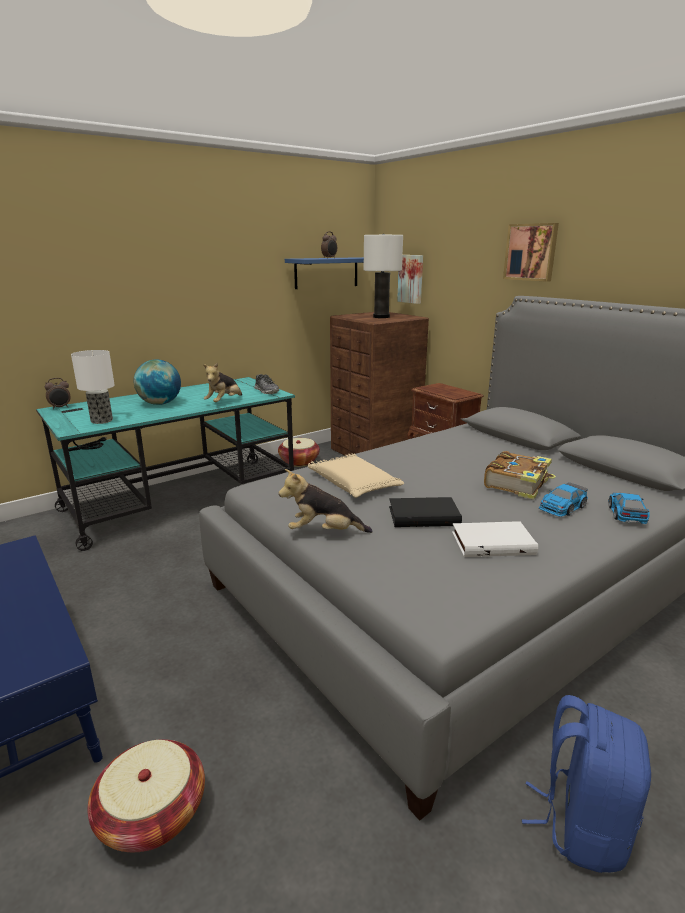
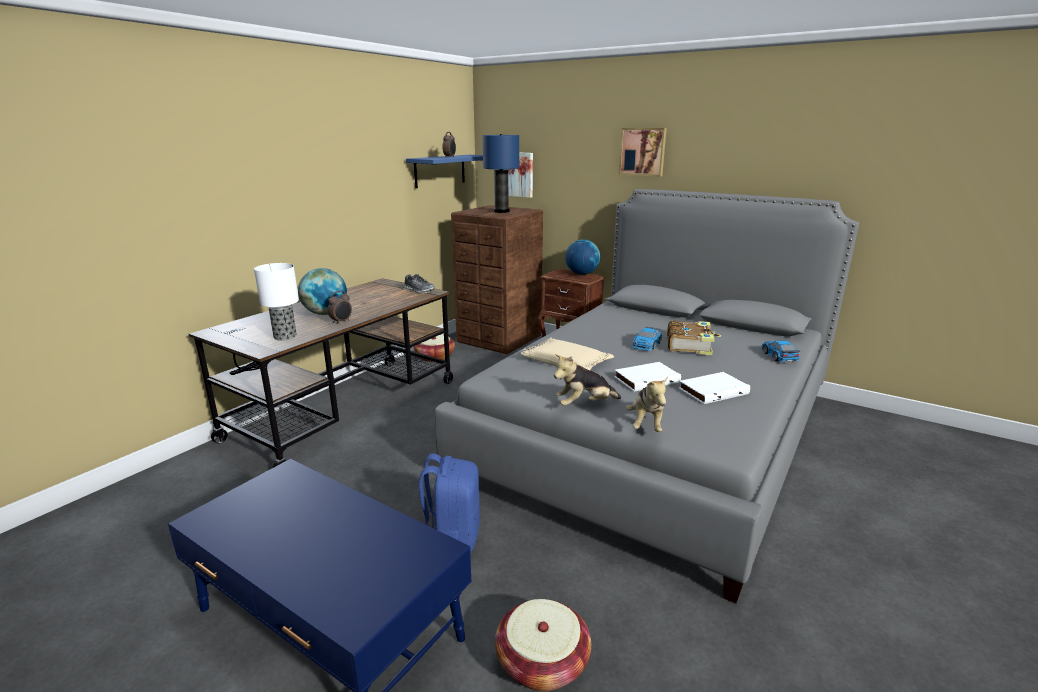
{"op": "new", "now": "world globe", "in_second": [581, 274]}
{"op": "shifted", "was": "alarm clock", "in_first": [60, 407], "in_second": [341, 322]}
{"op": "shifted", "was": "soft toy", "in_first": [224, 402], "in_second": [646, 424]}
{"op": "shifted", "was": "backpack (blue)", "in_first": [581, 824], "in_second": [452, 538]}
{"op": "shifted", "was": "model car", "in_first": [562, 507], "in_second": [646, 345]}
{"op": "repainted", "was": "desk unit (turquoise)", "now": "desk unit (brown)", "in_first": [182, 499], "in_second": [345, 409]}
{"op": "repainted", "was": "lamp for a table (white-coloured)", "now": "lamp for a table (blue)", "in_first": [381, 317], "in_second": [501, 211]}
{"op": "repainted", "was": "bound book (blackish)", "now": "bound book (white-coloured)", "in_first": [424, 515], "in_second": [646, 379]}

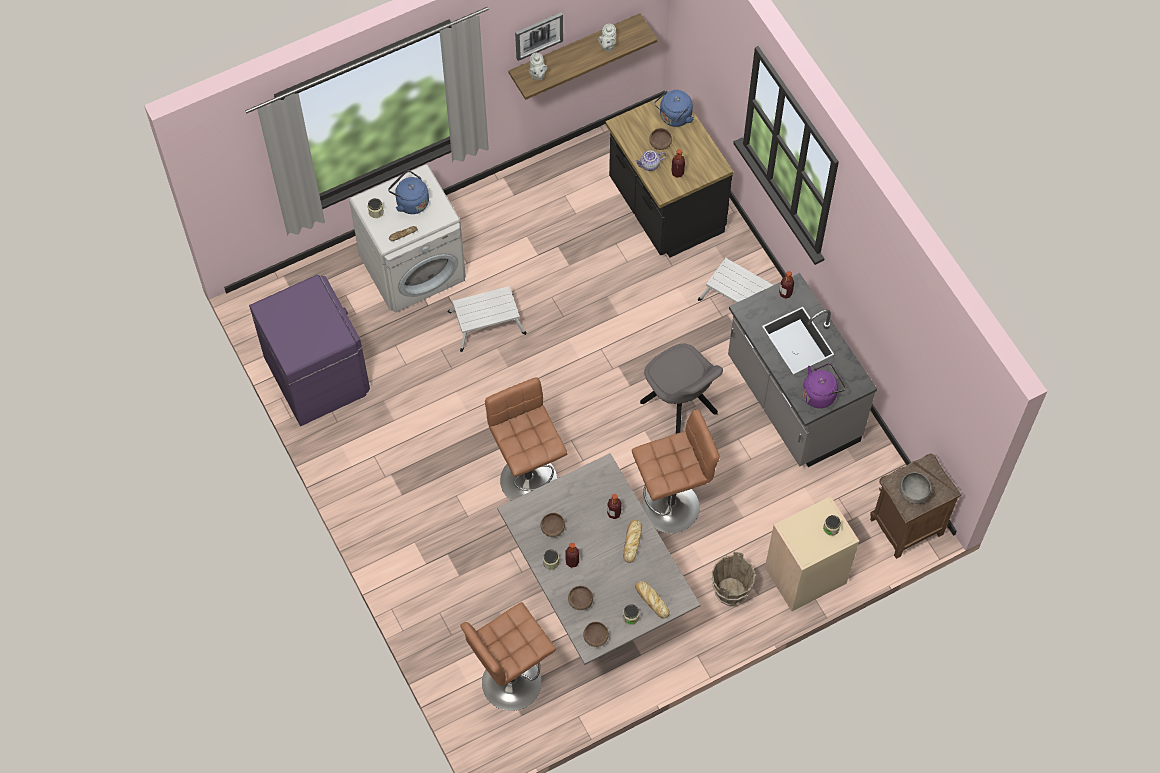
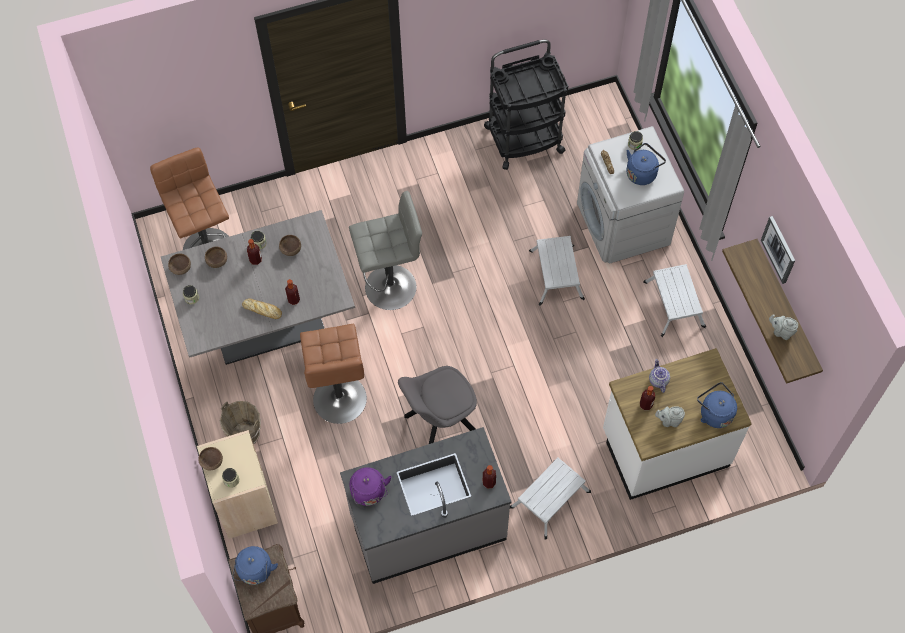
{"op": "gone", "was": "bread", "in_first": [651, 600]}
{"op": "new", "now": "stepladder (white-coloured)", "in_second": [674, 303]}
{"op": "shifted", "was": "tea pot (gray)", "in_first": [537, 75], "in_second": [669, 421]}
{"op": "shifted", "was": "deep dish (brown)", "in_first": [660, 144], "in_second": [211, 462]}
{"op": "swapped", "was": "laundry machine (purple)", "now": "trolley (blackish)", "in_first": [318, 374], "in_second": [524, 140]}
{"op": "swapped", "was": "deep dish (gray)", "now": "tea kettle (blue)", "in_first": [913, 494], "in_second": [255, 572]}
{"op": "repainted", "was": "sitting stool (brown)", "now": "sitting stool (gray)", "in_first": [529, 479], "in_second": [391, 287]}
{"op": "repainted", "was": "kitchen counter (blackish)", "now": "kitchen counter (white-coloured)", "in_first": [664, 208], "in_second": [664, 448]}

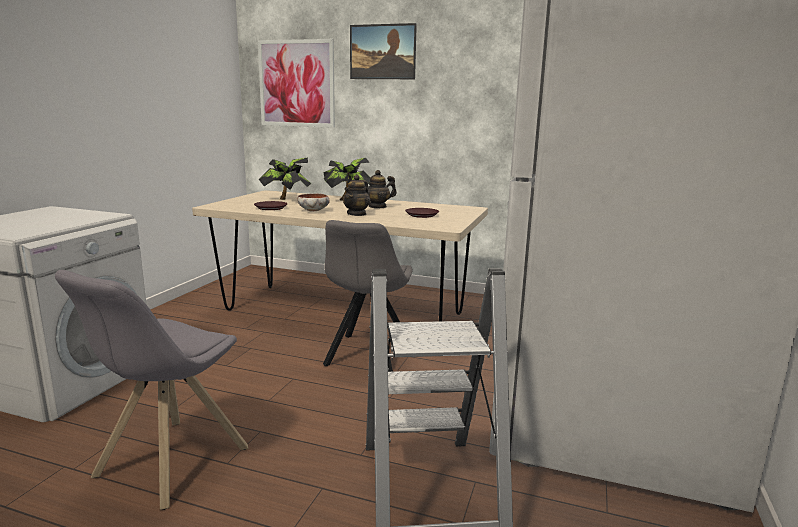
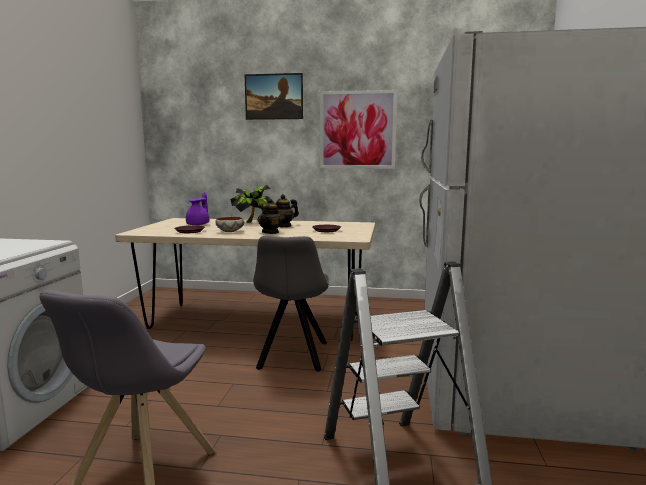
{"op": "shifted", "was": "picture", "in_first": [296, 83], "in_second": [357, 130]}
{"op": "swapped", "was": "potted plant", "now": "tea pot (purple)", "in_first": [286, 200], "in_second": [199, 224]}

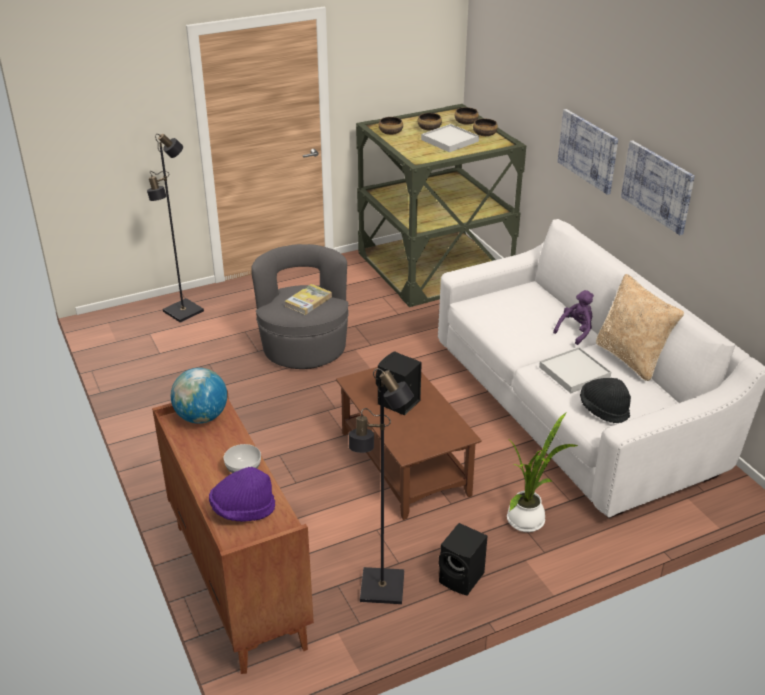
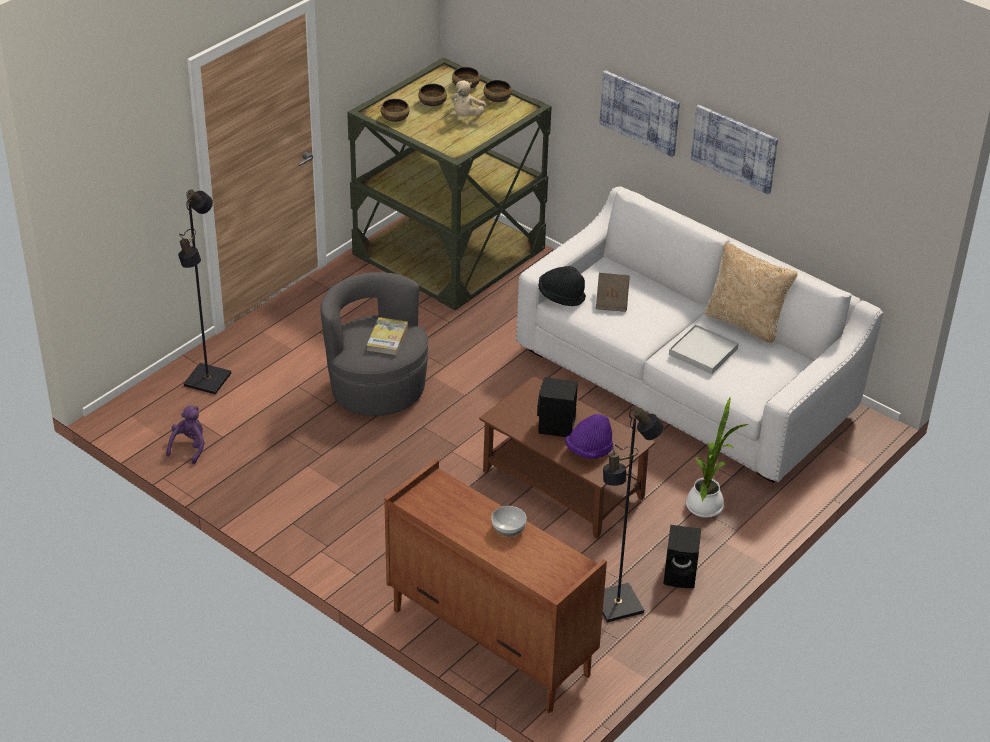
{"op": "gone", "was": "world globe", "in_first": [201, 417]}
{"op": "new", "now": "bound book (brown)", "in_second": [612, 300]}
{"op": "shifted", "was": "hat (purple)", "in_first": [243, 510], "in_second": [589, 450]}
{"op": "shifted", "was": "soft toy (purple)", "in_first": [575, 331], "in_second": [189, 447]}
{"op": "shifted", "was": "hat (blackish)", "in_first": [603, 410], "in_second": [561, 296]}
{"op": "swapped", "was": "serving tray (white-coloured)", "now": "soft toy (sand-coloured)", "in_first": [449, 140], "in_second": [466, 116]}

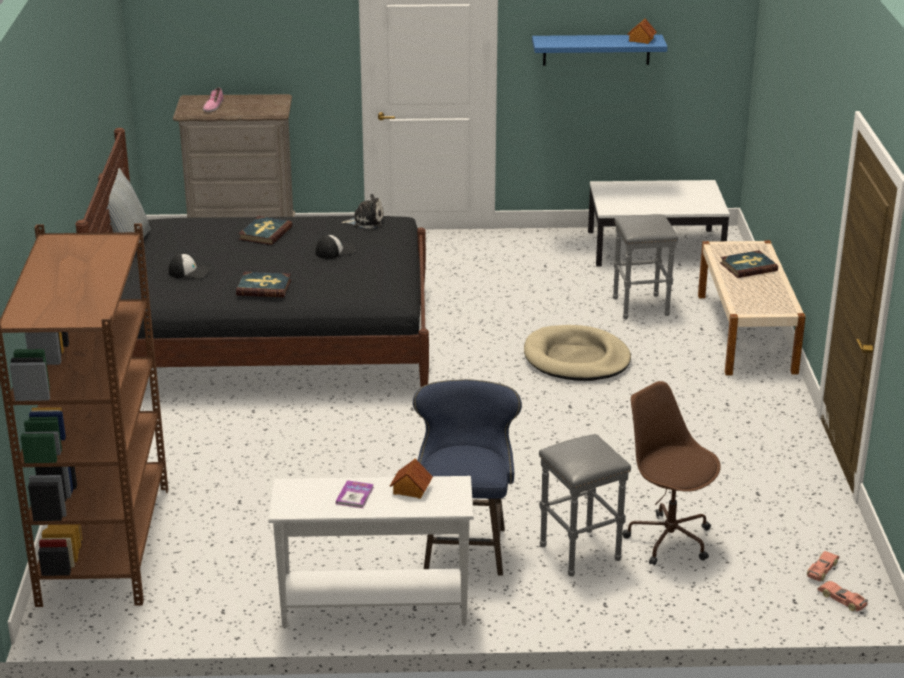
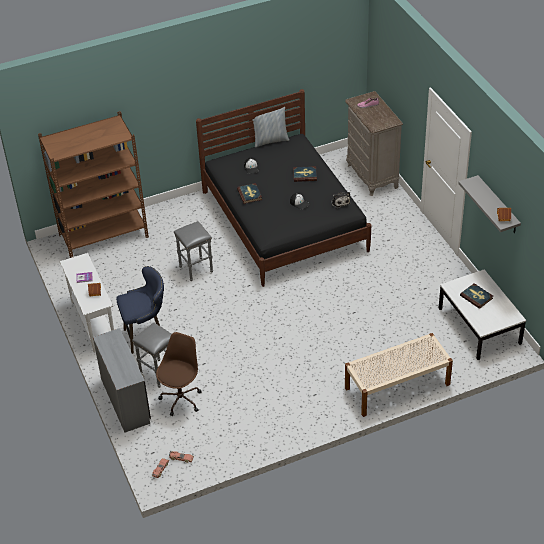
{"op": "gone", "was": "dog bed (sand-coloured)", "in_first": [576, 359]}
{"op": "new", "now": "desk unit (gray)", "in_second": [126, 400]}
{"op": "shifted", "was": "sitting stool (gray)", "in_first": [642, 307], "in_second": [196, 269]}
{"op": "shifted", "was": "bound book", "in_first": [748, 267], "in_second": [476, 297]}
{"op": "repainted", "was": "bracket shelf (blue)", "now": "bracket shelf (gray)", "in_first": [596, 50], "in_second": [498, 205]}

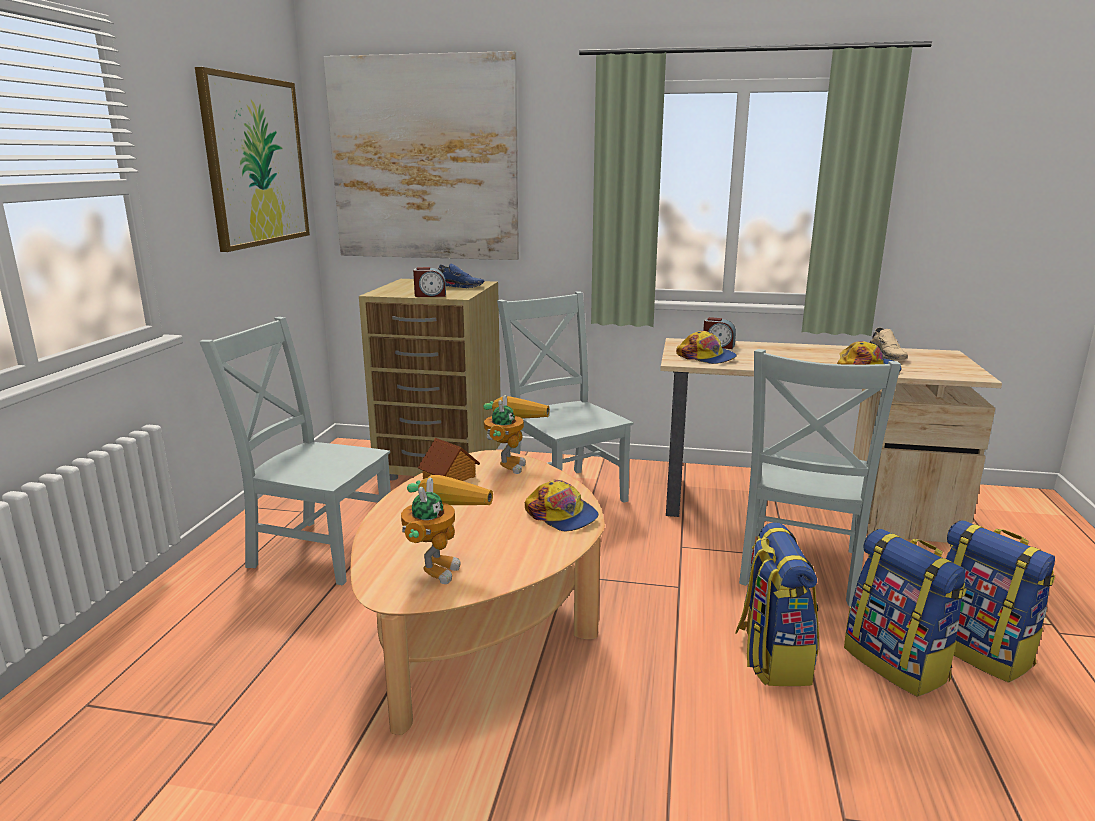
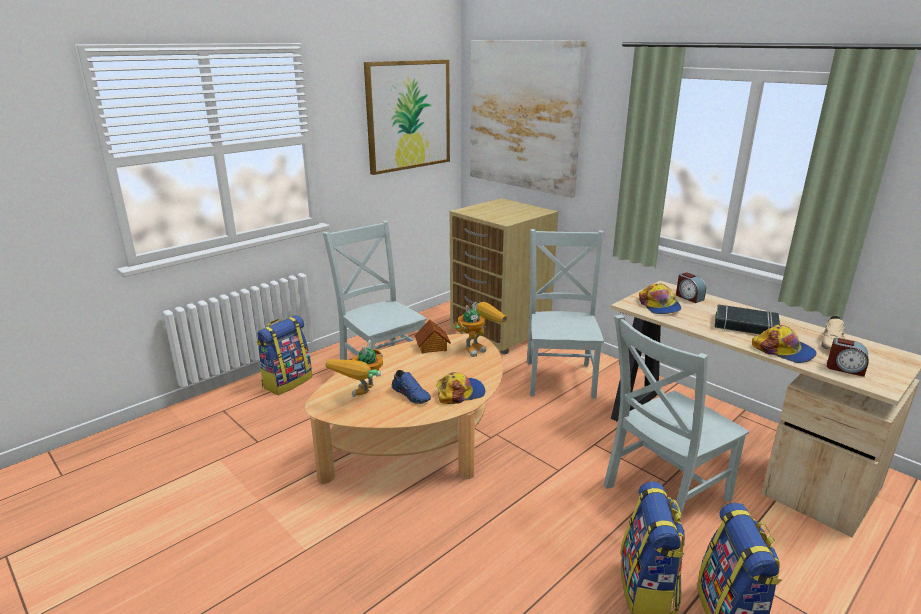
{"op": "new", "now": "bound book (blackish)", "in_second": [745, 325]}
{"op": "shifted", "was": "alarm clock", "in_first": [430, 295], "in_second": [845, 369]}
{"op": "shifted", "was": "shoe (blue)", "in_first": [459, 286], "in_second": [412, 394]}
{"op": "shifted", "was": "backpack", "in_first": [772, 657], "in_second": [287, 382]}
{"op": "rotated", "was": "model robot", "in_first": [441, 564], "in_second": [363, 398], "clockwise": 150}
{"op": "rotated", "was": "baseball cap", "in_first": [561, 515], "in_second": [460, 393], "clockwise": -105}

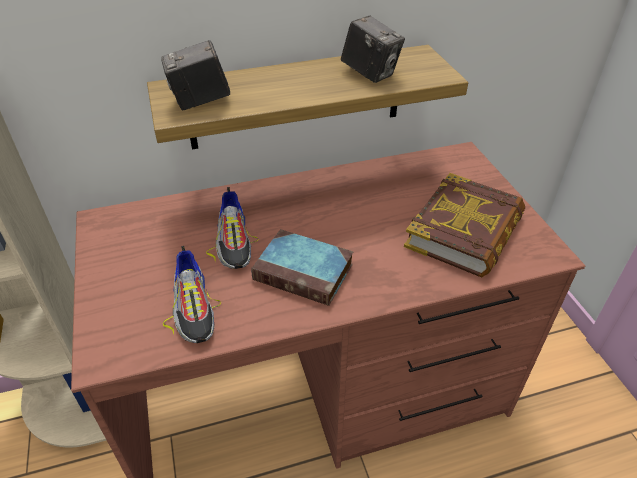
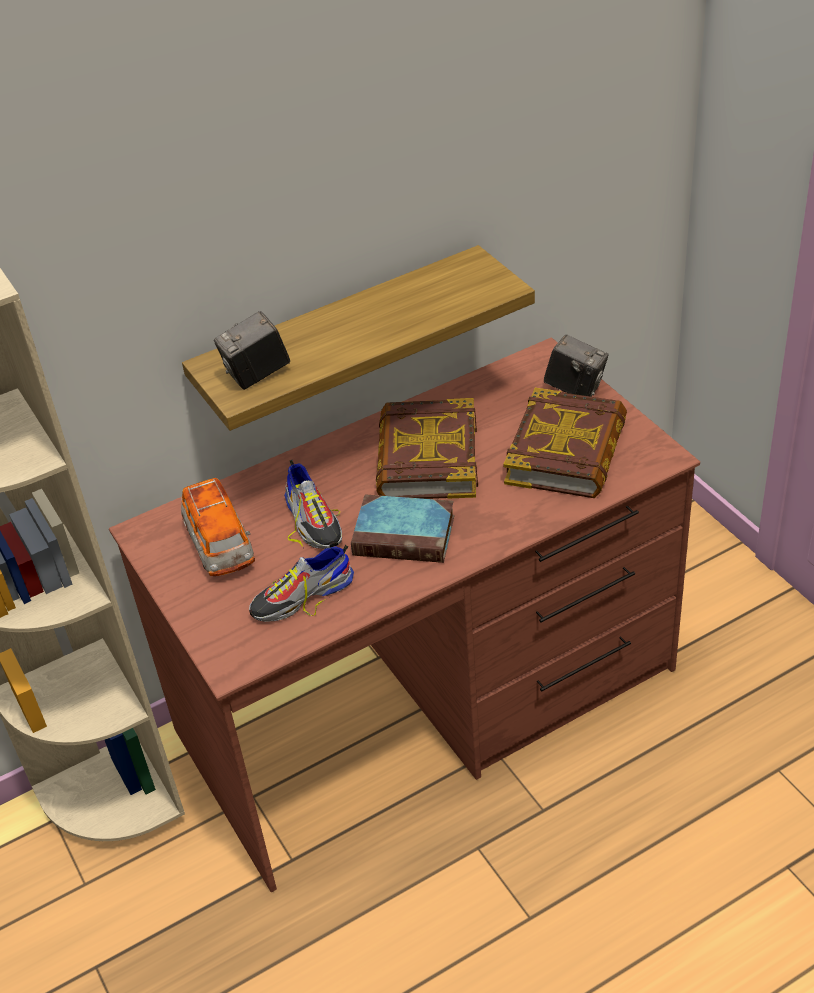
{"op": "new", "now": "model car", "in_second": [220, 546]}
{"op": "new", "now": "bound book", "in_second": [427, 458]}
{"op": "shifted", "was": "photo camera", "in_first": [370, 73], "in_second": [575, 388]}
{"op": "rotated", "was": "shoe", "in_first": [194, 307], "in_second": [302, 596], "clockwise": 90}

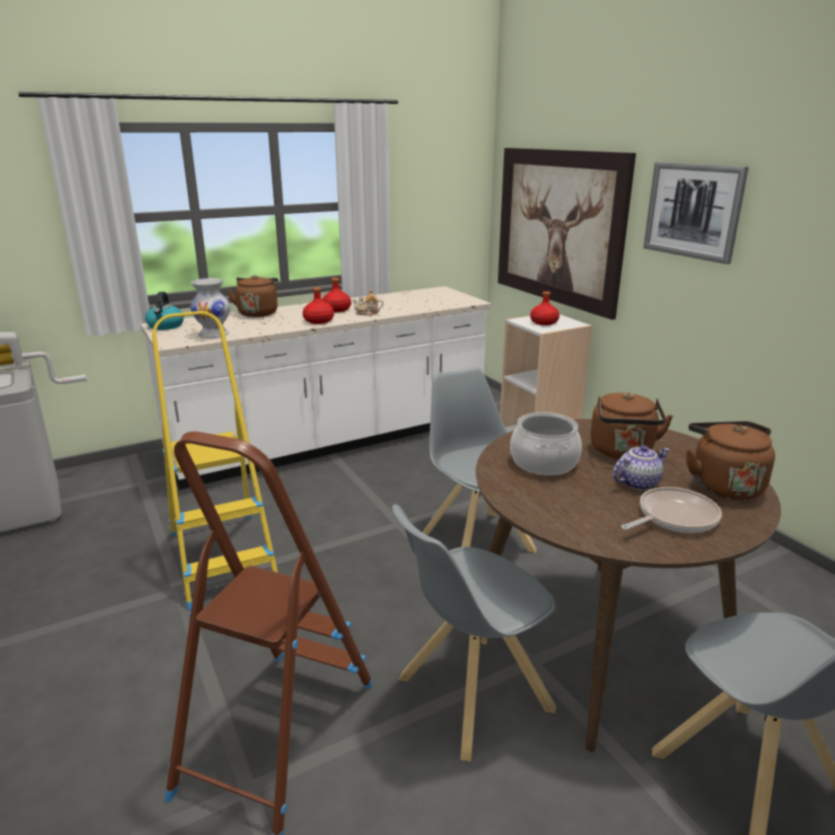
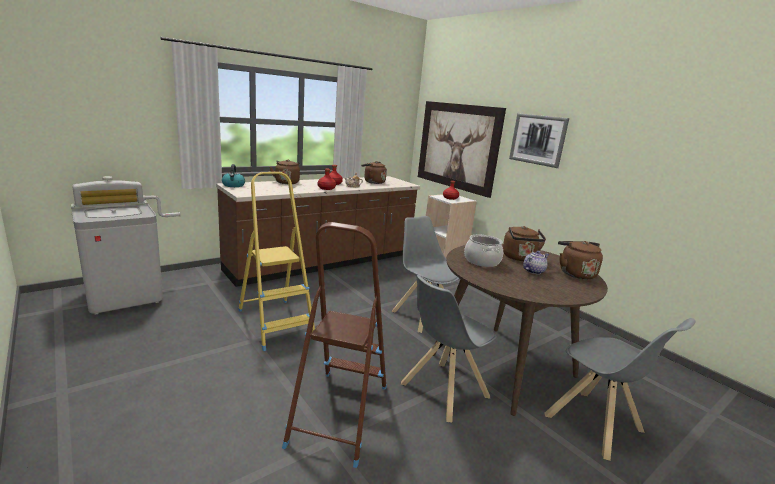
{"op": "gone", "was": "decorative vase (white-coloured)", "in_first": [213, 335]}
{"op": "gone", "was": "frying pan", "in_first": [673, 517]}
{"op": "new", "now": "tea kettle (brown)", "in_second": [373, 182]}
{"op": "repainted", "was": "kitchen counter (white-coloured)", "now": "kitchen counter (brown)", "in_first": [333, 442], "in_second": [324, 263]}

